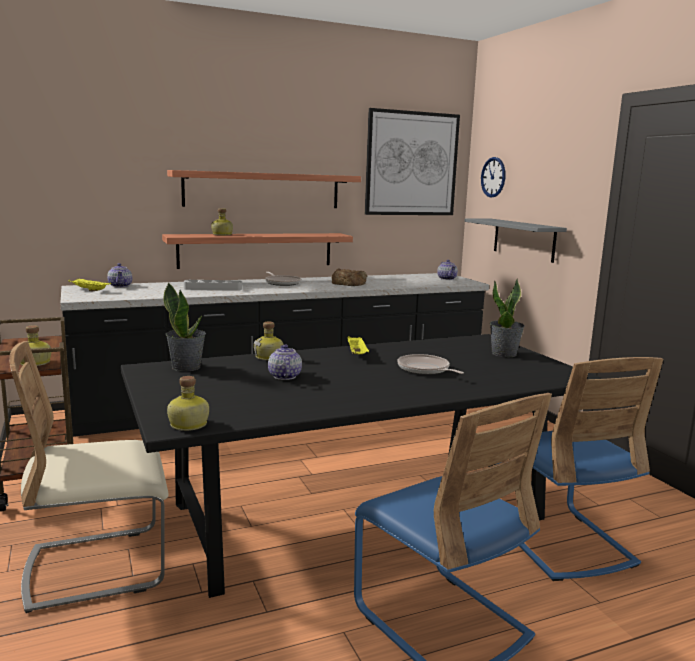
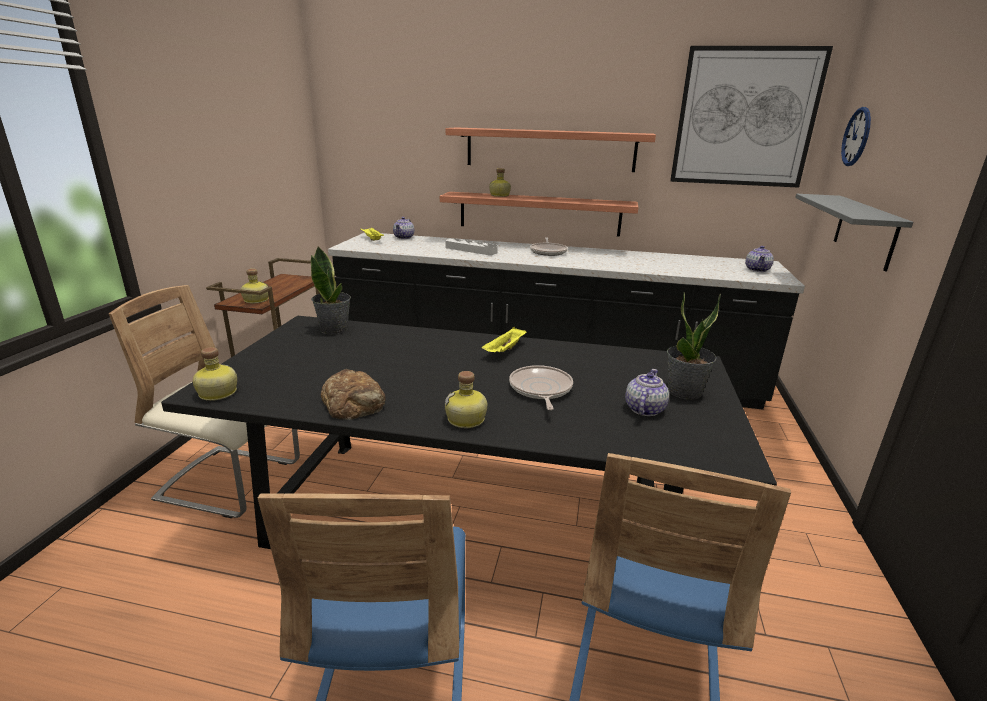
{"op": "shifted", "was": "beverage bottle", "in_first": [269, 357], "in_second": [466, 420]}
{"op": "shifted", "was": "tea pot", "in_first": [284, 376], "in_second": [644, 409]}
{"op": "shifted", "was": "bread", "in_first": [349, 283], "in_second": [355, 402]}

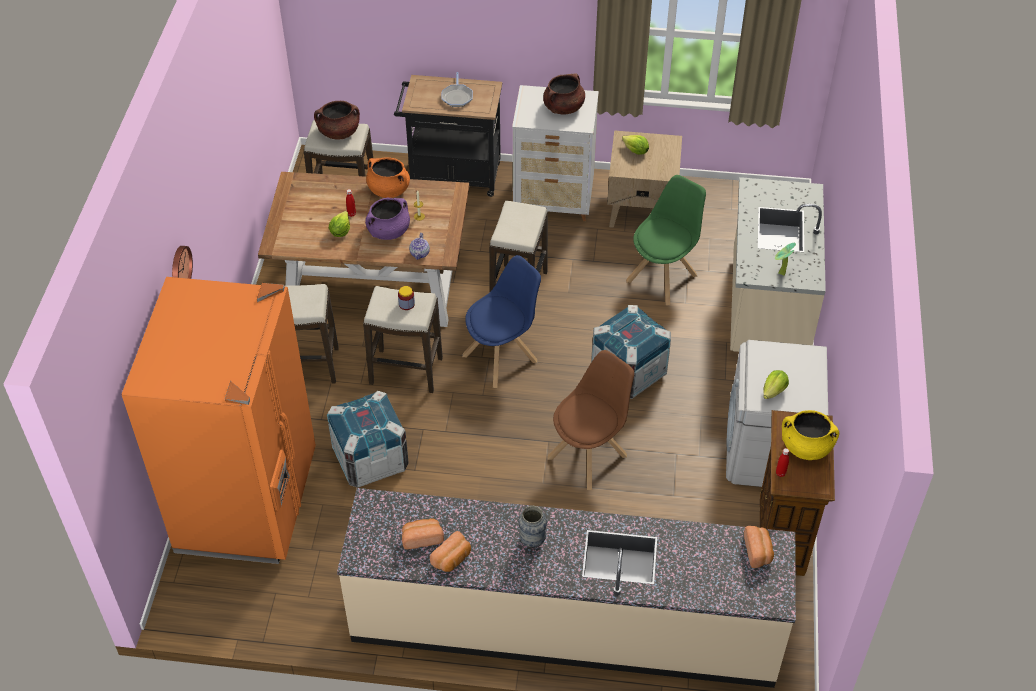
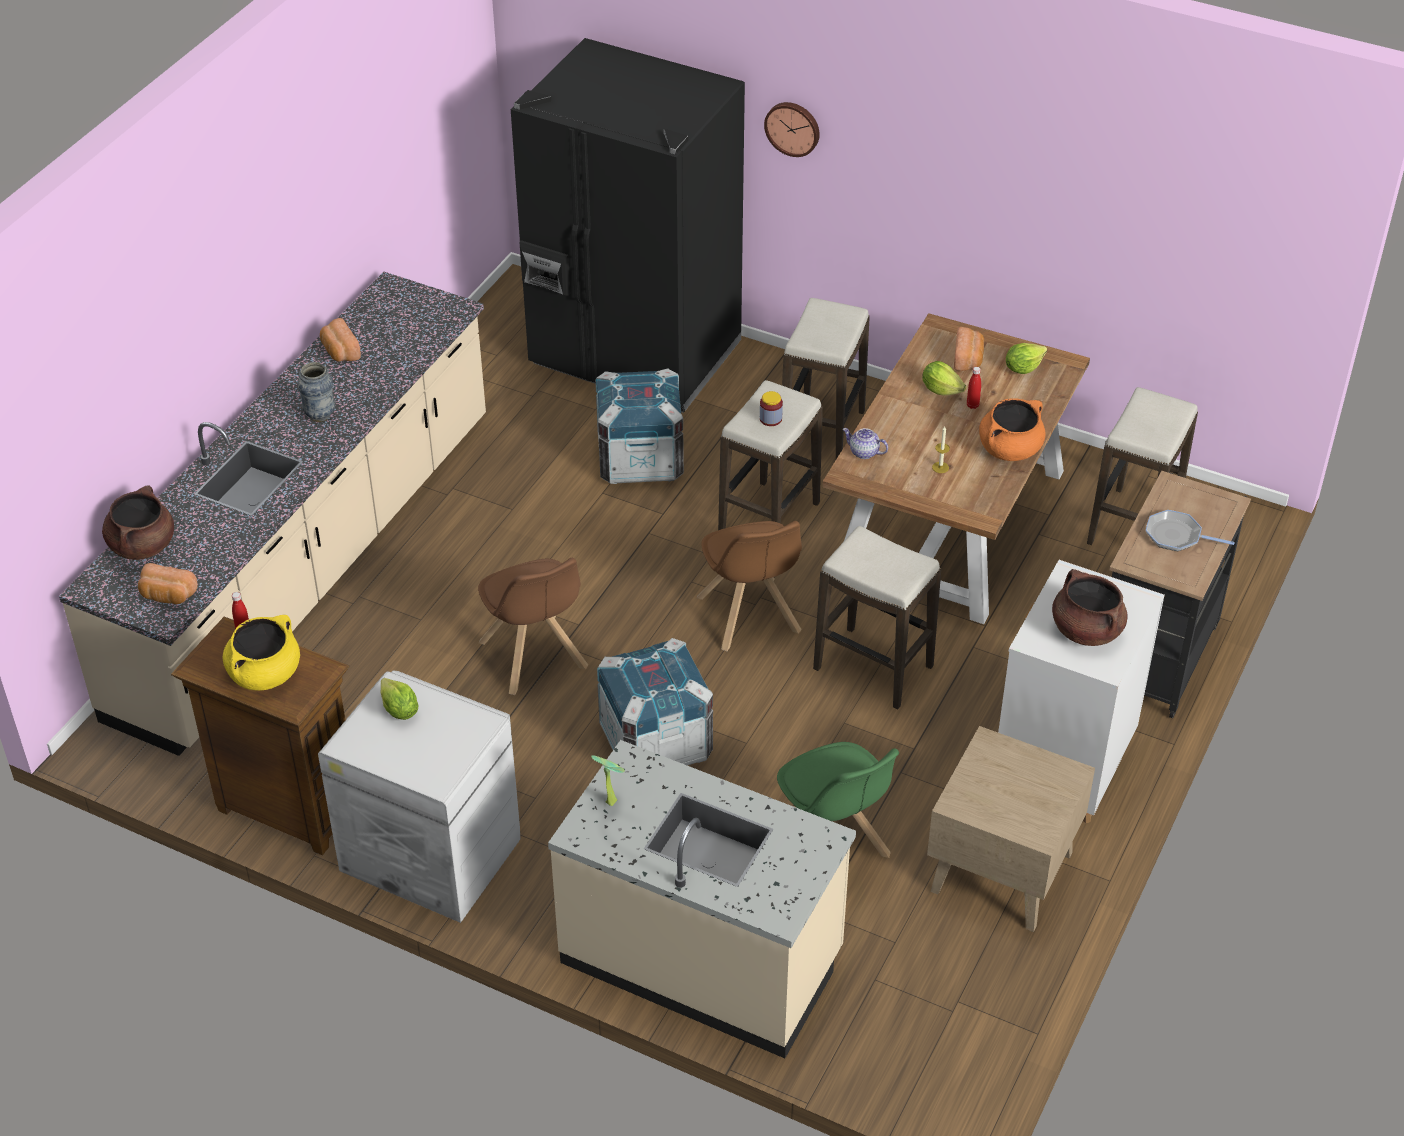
{"op": "gone", "was": "stockpot (purple)", "in_first": [388, 231]}
{"op": "shifted", "was": "stockpot (brown)", "in_first": [339, 132], "in_second": [142, 545]}
{"op": "shifted", "was": "bread", "in_first": [422, 538], "in_second": [968, 359]}
{"op": "shifted", "was": "lettuce head", "in_first": [635, 151], "in_second": [1023, 368]}
{"op": "repainted", "was": "kitchen fridge (orange-coloured)", "now": "kitchen fridge (blackish)", "in_first": [248, 500], "in_second": [635, 355]}
{"op": "repainted", "was": "chair (blue)", "now": "chair (brown)", "in_first": [502, 356], "in_second": [750, 618]}

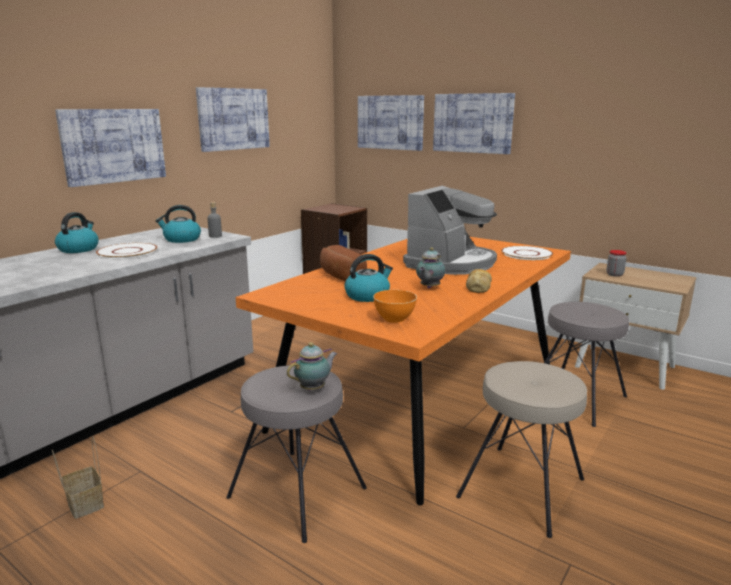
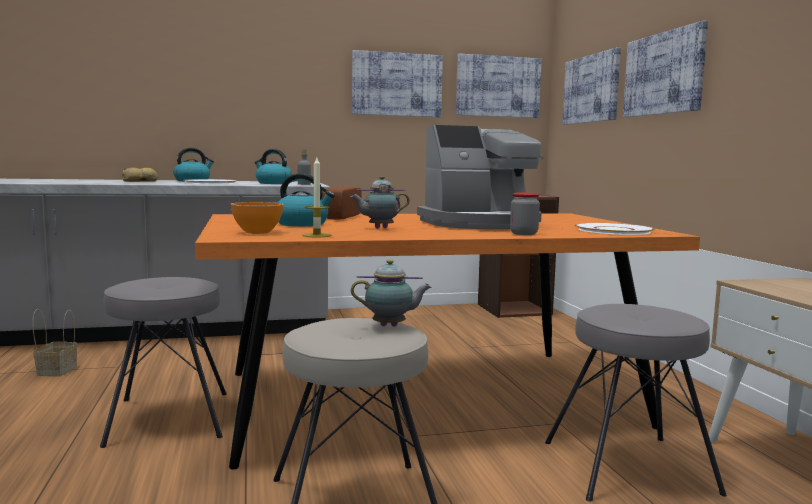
{"op": "new", "now": "wax candle", "in_second": [317, 235]}
{"op": "shifted", "was": "picture", "in_first": [114, 145], "in_second": [498, 86]}
{"op": "shifted", "was": "tea pot", "in_first": [314, 388], "in_second": [391, 326]}
{"op": "shifted", "was": "bread", "in_first": [478, 287], "in_second": [141, 181]}
{"op": "shifted", "was": "preserve jar", "in_first": [614, 274], "in_second": [523, 234]}

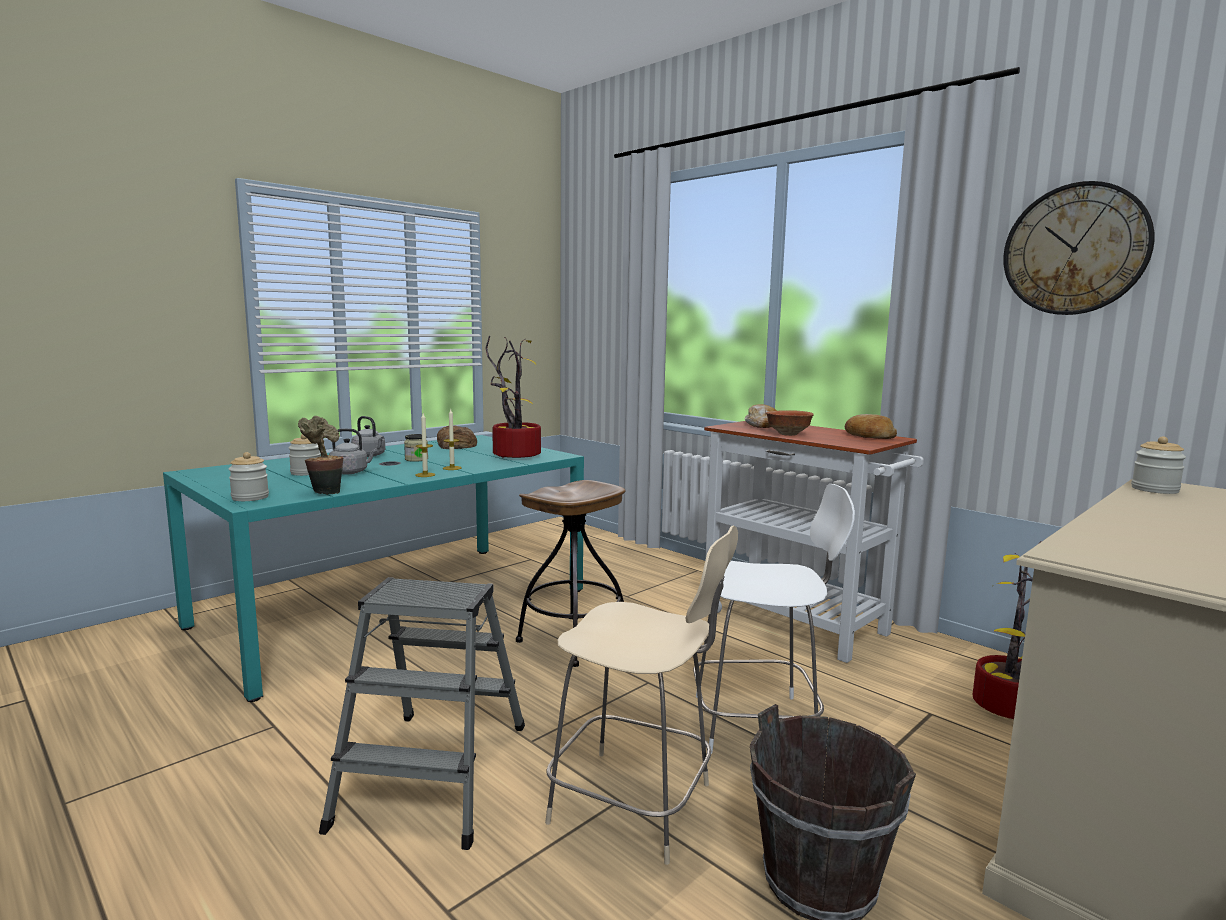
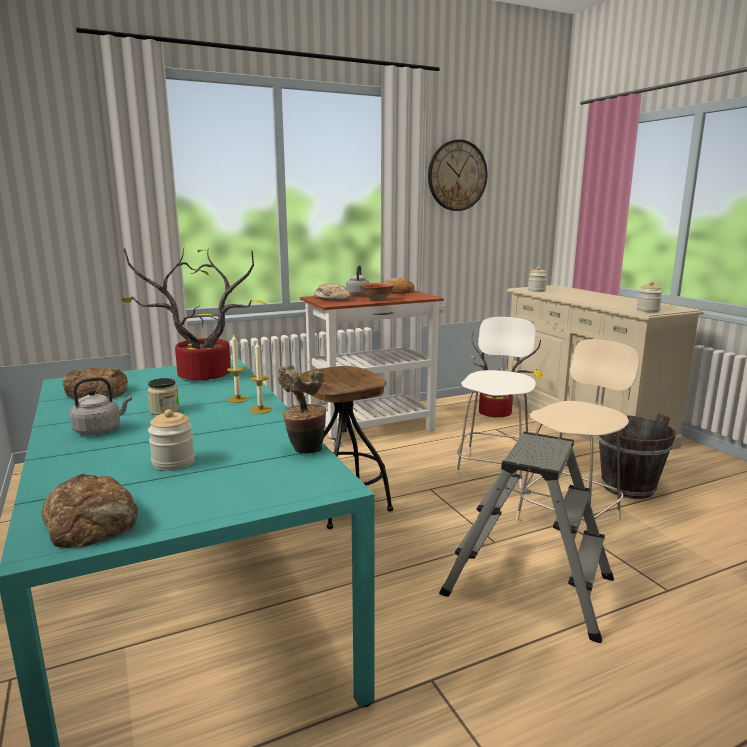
{"op": "new", "now": "bread", "in_second": [93, 521]}
{"op": "shifted", "was": "preserve jar", "in_first": [250, 497], "in_second": [648, 310]}
{"op": "shifted", "was": "tea kettle (gray)", "in_first": [351, 472], "in_second": [358, 295]}

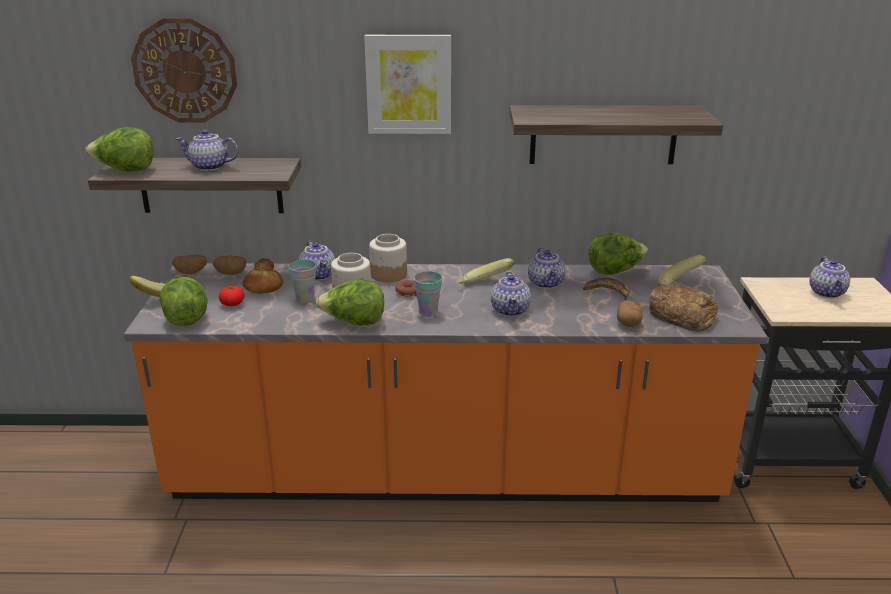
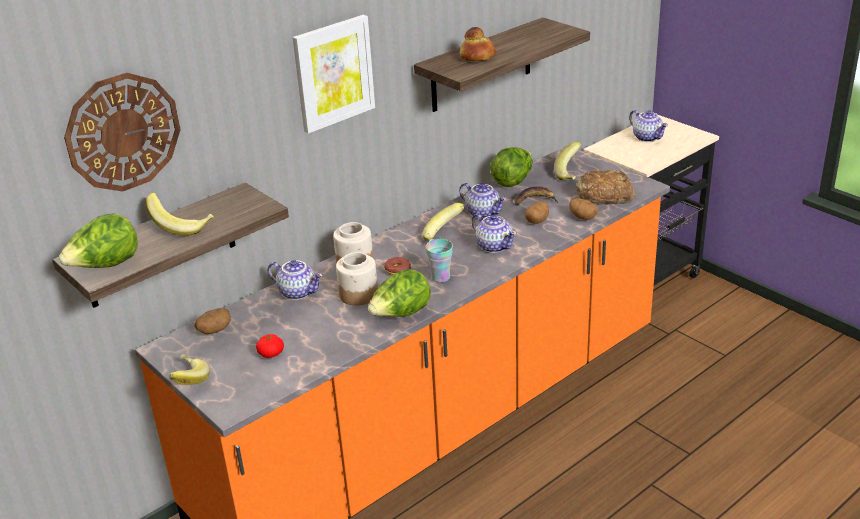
{"op": "gone", "was": "lettuce head", "in_first": [186, 318]}
{"op": "gone", "was": "cup", "in_first": [305, 299]}
{"op": "shifted", "was": "whole potato", "in_first": [191, 272], "in_second": [537, 220]}
{"op": "shifted", "was": "bread", "in_first": [263, 288], "in_second": [477, 57]}
{"op": "swapped", "was": "tea pot", "now": "banana", "in_first": [209, 167], "in_second": [182, 226]}

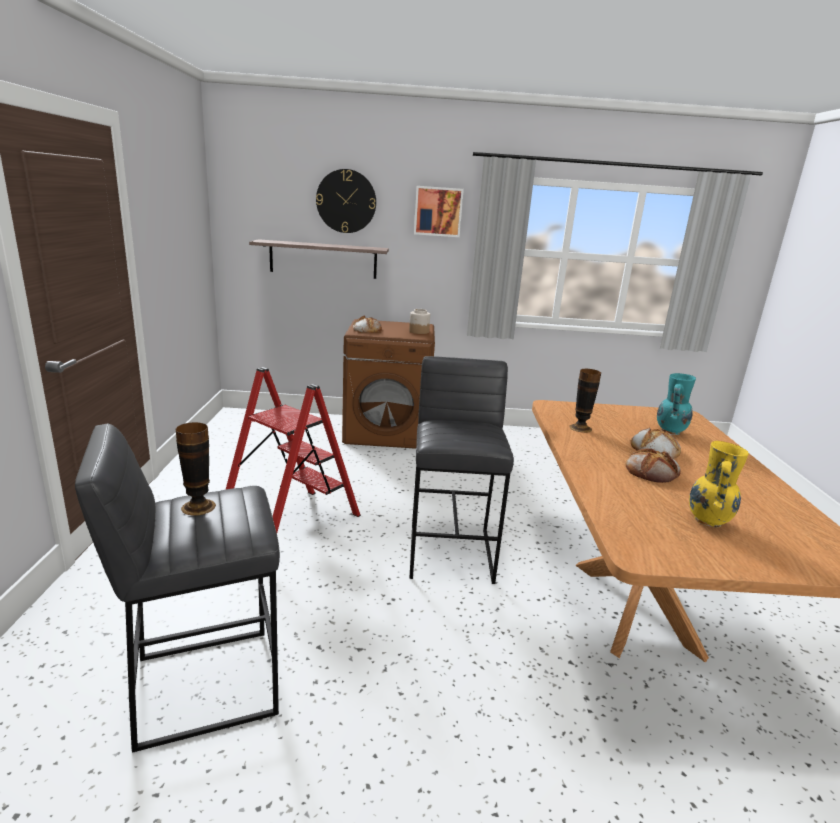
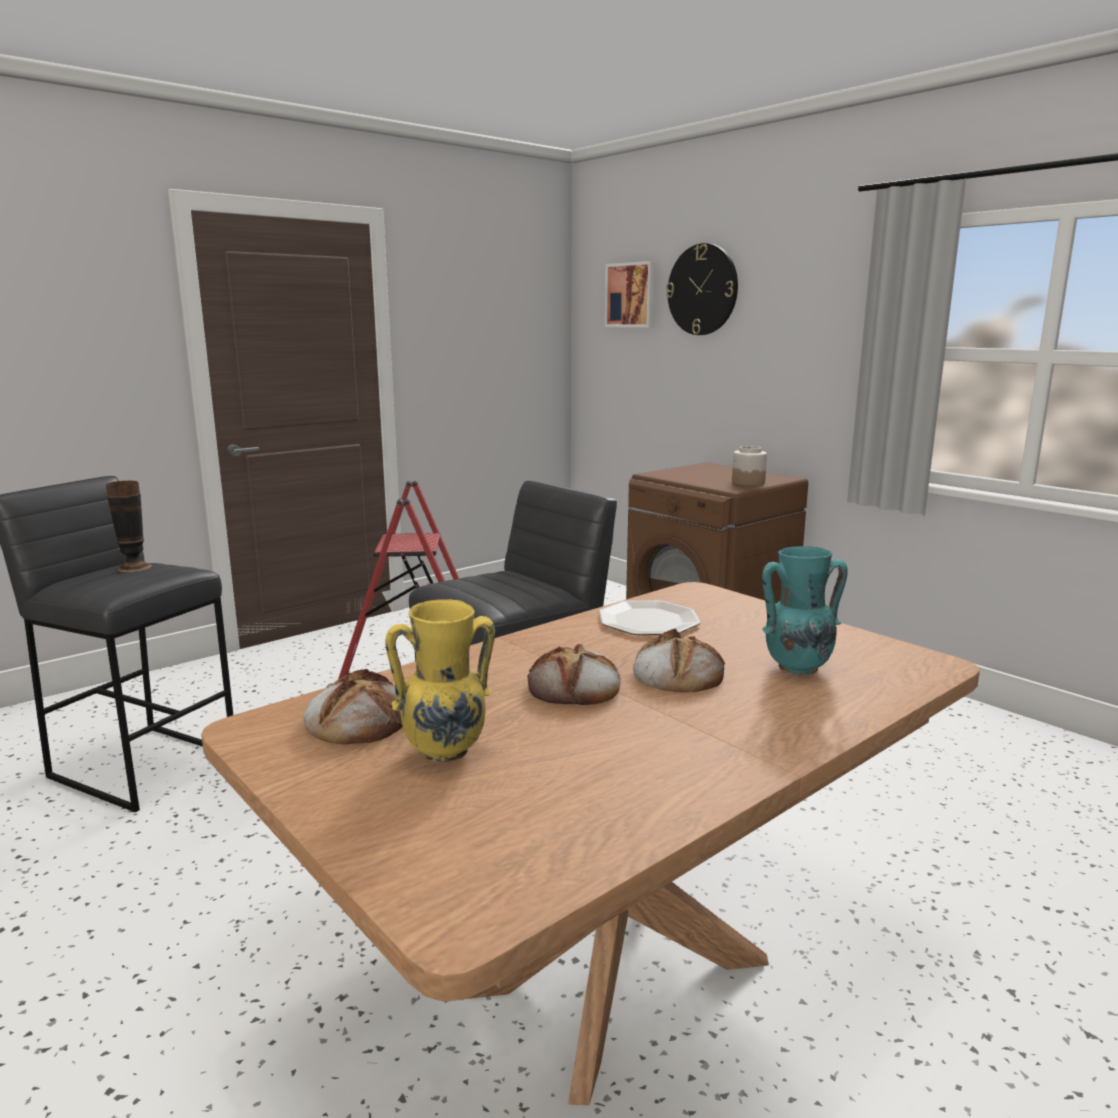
{"op": "gone", "was": "bracket shelf", "in_first": [323, 259]}
{"op": "shifted", "was": "bread", "in_first": [366, 329], "in_second": [359, 719]}
{"op": "shifted", "was": "picture", "in_first": [438, 211], "in_second": [632, 295]}
{"op": "swapped", "was": "decorative vase", "now": "flat dish", "in_first": [580, 428], "in_second": [648, 621]}

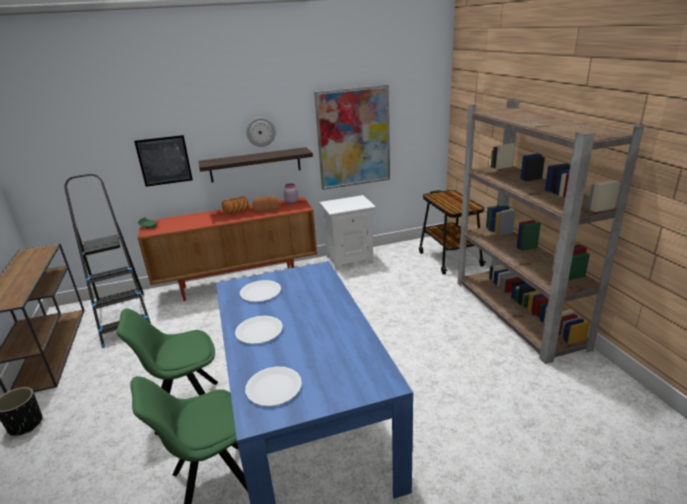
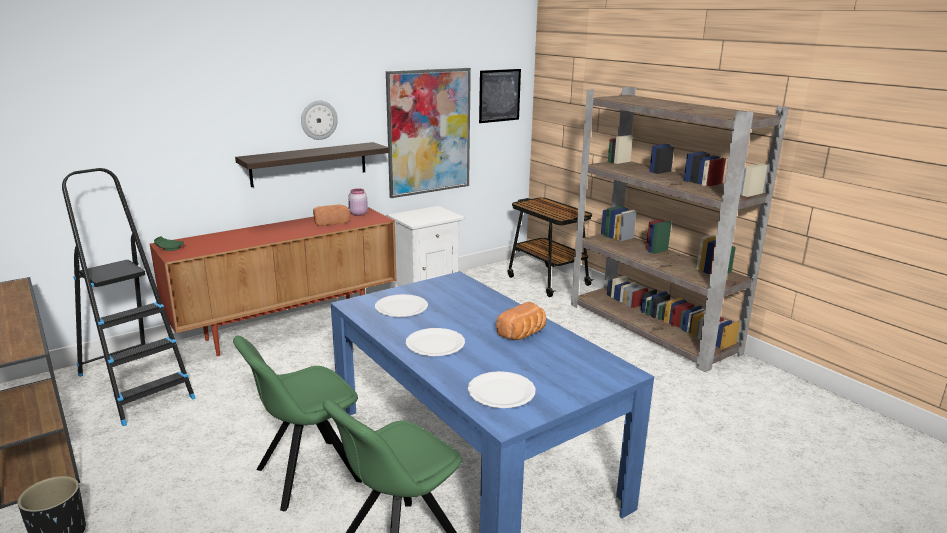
{"op": "shifted", "was": "picture", "in_first": [164, 160], "in_second": [499, 95]}
{"op": "shifted", "was": "bread", "in_first": [237, 212], "in_second": [523, 334]}

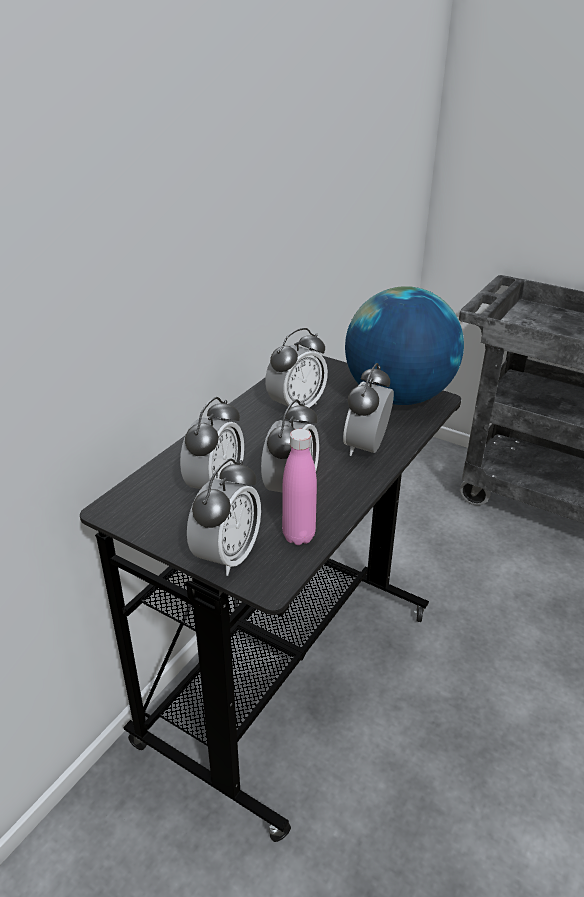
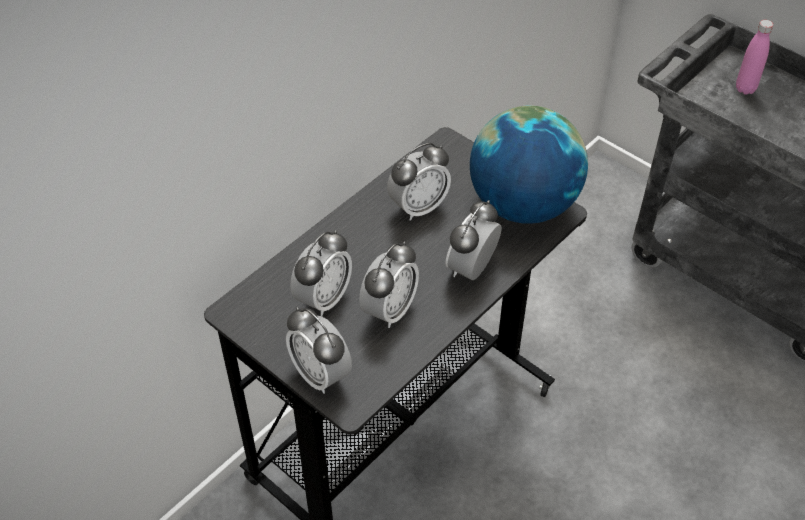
{"op": "shifted", "was": "beverage bottle (pinkish)", "in_first": [298, 536], "in_second": [745, 89]}
{"op": "rotated", "was": "alarm clock", "in_first": [227, 556], "in_second": [320, 374], "clockwise": 105}

